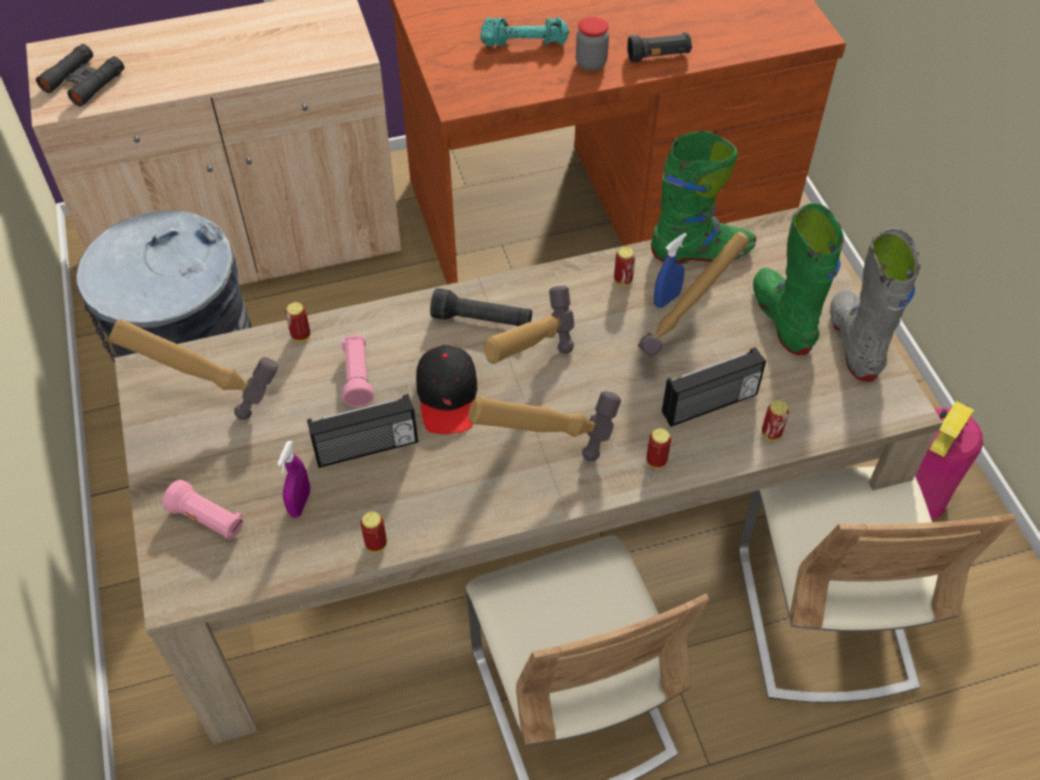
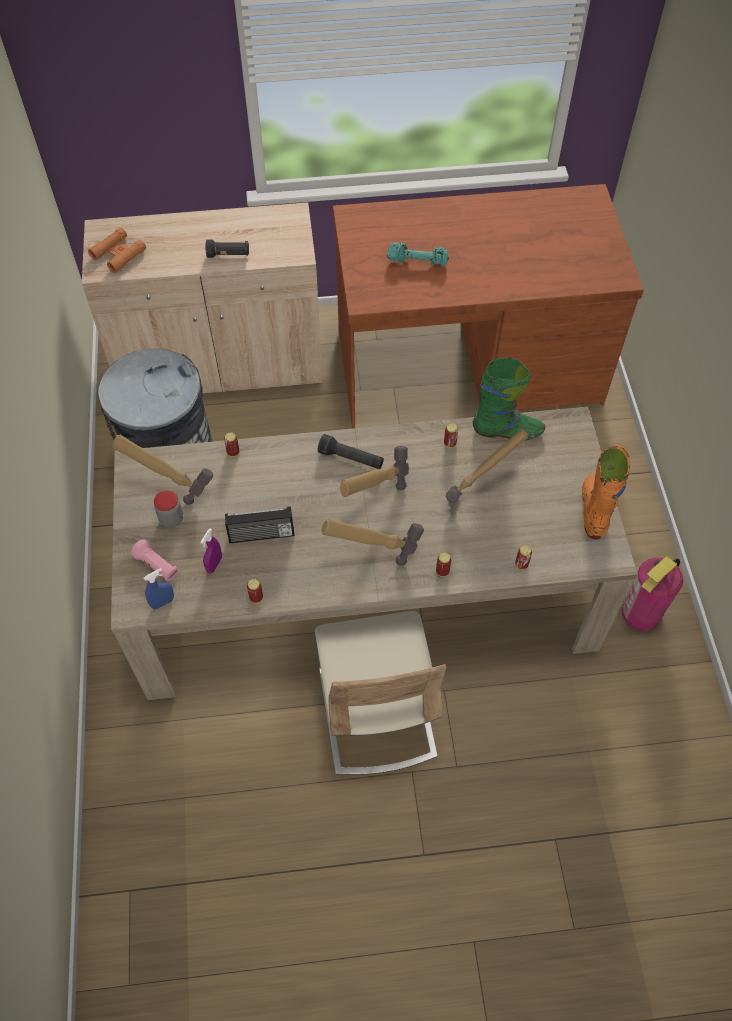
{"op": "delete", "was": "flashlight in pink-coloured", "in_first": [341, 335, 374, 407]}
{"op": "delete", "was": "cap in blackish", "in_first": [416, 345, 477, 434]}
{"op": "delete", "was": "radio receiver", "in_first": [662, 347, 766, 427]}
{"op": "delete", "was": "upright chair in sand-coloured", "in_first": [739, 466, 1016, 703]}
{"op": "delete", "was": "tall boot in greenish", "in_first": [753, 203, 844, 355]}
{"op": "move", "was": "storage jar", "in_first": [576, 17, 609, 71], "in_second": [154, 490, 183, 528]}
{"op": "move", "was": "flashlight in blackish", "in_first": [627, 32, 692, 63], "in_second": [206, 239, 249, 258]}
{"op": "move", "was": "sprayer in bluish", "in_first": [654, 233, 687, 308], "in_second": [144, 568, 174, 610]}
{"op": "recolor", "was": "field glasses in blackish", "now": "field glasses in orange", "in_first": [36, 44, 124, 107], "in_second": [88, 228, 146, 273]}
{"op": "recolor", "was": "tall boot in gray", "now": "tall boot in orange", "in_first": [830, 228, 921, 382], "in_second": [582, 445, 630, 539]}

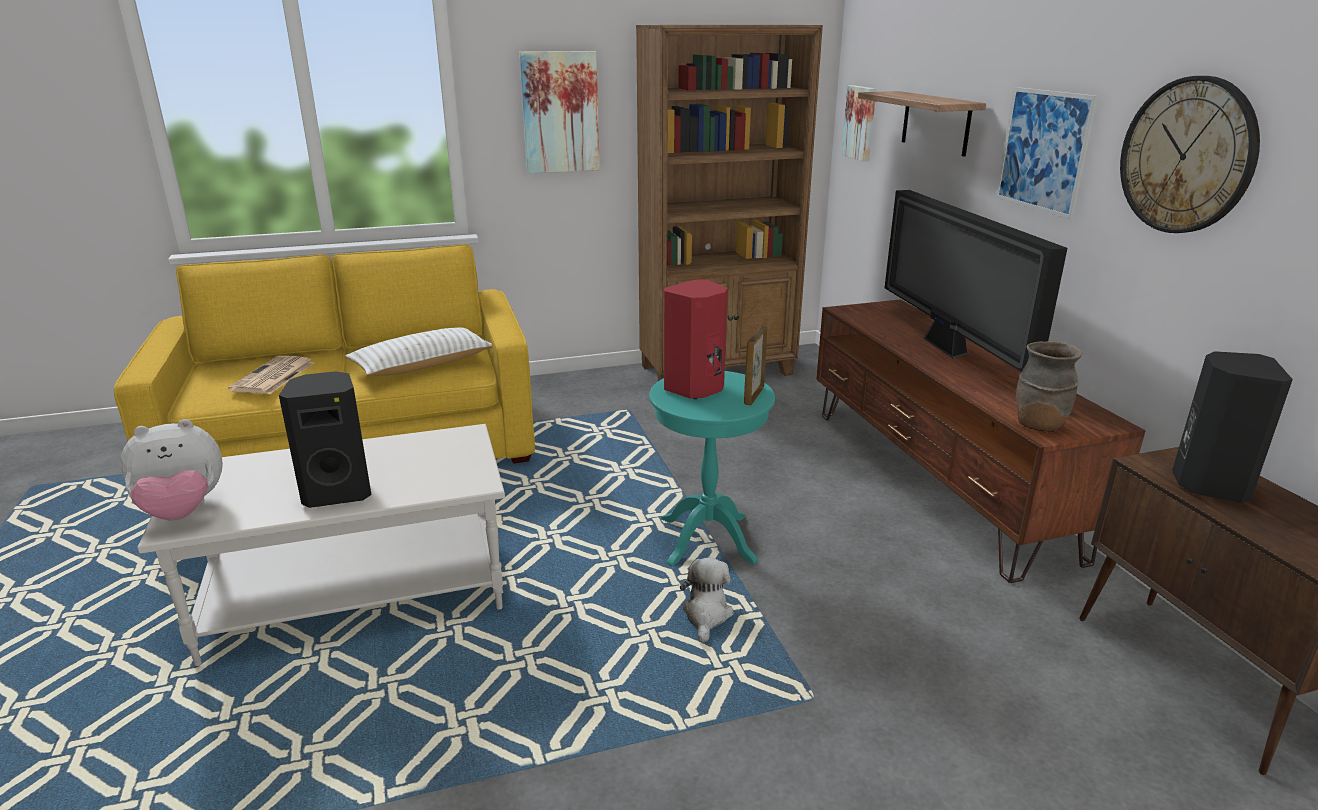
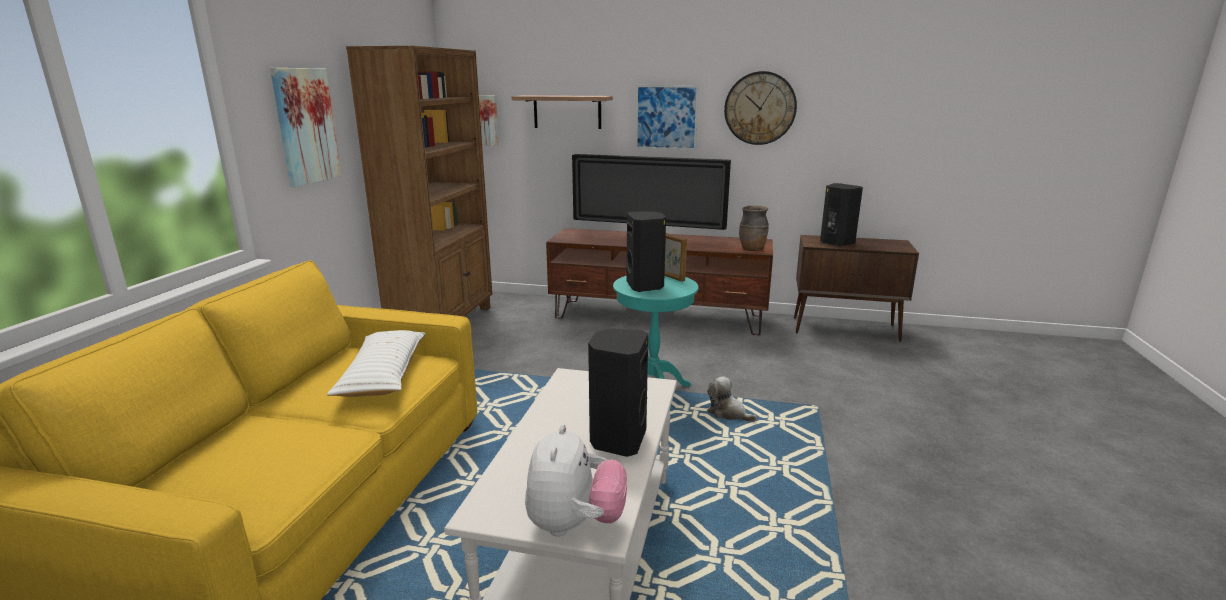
{"op": "delete", "was": "newspaper", "in_first": [228, 356, 315, 394]}
{"op": "recolor", "was": "audio speaker in reddish", "now": "audio speaker in blackish", "in_first": [664, 279, 728, 399], "in_second": [627, 211, 666, 292]}

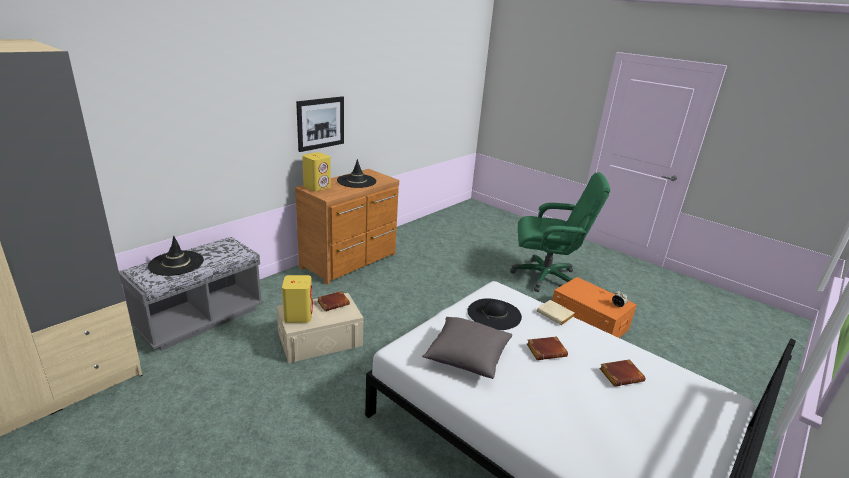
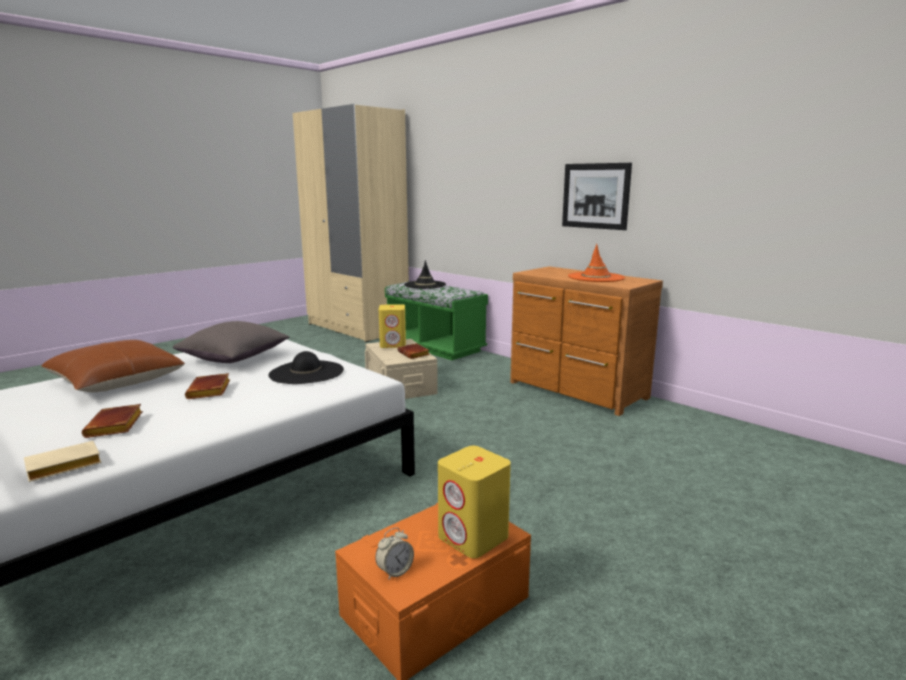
{"op": "delete", "was": "computer chair in greenish", "in_first": [510, 172, 610, 292]}
{"op": "insert", "now": "throw pillow in brownish", "in_second": [42, 340, 185, 392]}
{"op": "move", "was": "audio speaker in yellow-coloured", "in_first": [302, 152, 331, 191], "in_second": [438, 446, 511, 558]}
{"op": "move", "was": "volume in sand-coloured", "in_first": [537, 300, 574, 325], "in_second": [24, 441, 102, 482]}
{"op": "recolor", "was": "indoor bench in gray", "now": "indoor bench in greenish", "in_first": [119, 237, 264, 351], "in_second": [385, 282, 488, 360]}
{"op": "recolor", "was": "clothing hat in blackish", "now": "clothing hat in orange", "in_first": [337, 159, 376, 188], "in_second": [568, 244, 625, 282]}

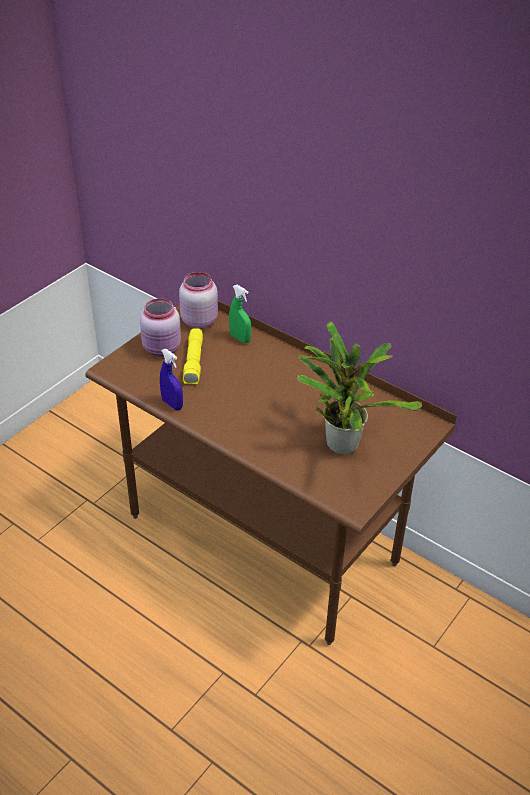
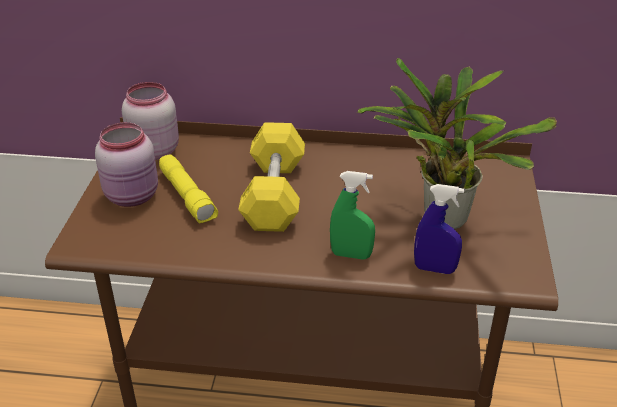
{"op": "insert", "now": "free weight in yellow-coloured", "in_second": [238, 122, 305, 232]}
{"op": "move", "was": "sprayer in bluish", "in_first": [160, 349, 183, 410], "in_second": [414, 184, 464, 274]}
{"op": "move", "was": "sprayer in greenish", "in_first": [229, 285, 251, 343], "in_second": [330, 171, 375, 259]}

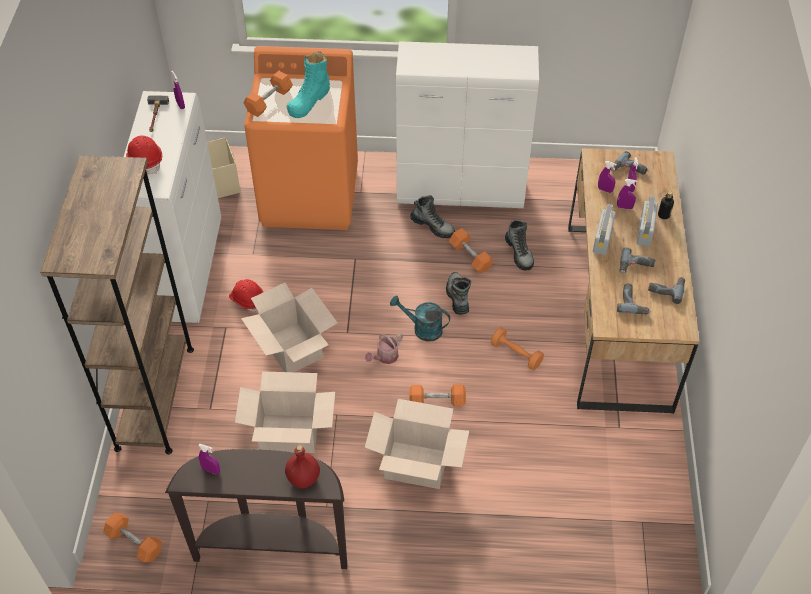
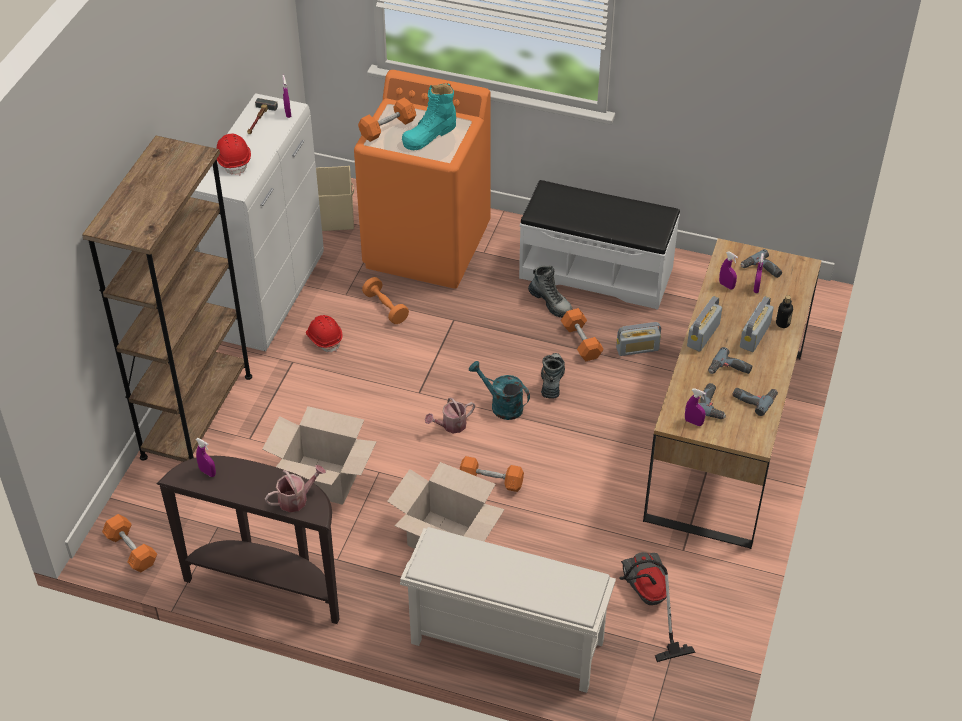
{"op": "delete", "was": "carton", "in_first": [241, 283, 338, 372]}
{"op": "insert", "now": "shoe stand in whitish", "in_second": [400, 527, 616, 693]}
{"op": "insert", "now": "vacuum cleaner", "in_second": [620, 552, 696, 662]}
{"op": "move", "was": "free weight in orange", "in_first": [491, 327, 544, 370], "in_second": [362, 277, 409, 324]}
{"op": "move", "was": "sprayer in purple", "in_first": [617, 179, 638, 209], "in_second": [685, 388, 706, 426]}
{"op": "replace", "was": "bottle in reddish", "now": "watering can", "in_first": [285, 445, 320, 488], "in_second": [265, 465, 326, 512]}
{"op": "replace", "was": "cabinet in whitish", "now": "indoor bench in whitish", "in_first": [396, 41, 539, 208], "in_second": [519, 180, 680, 310]}
{"op": "replace", "was": "tall boot", "now": "radio receiver", "in_first": [505, 220, 534, 270], "in_second": [616, 322, 661, 356]}

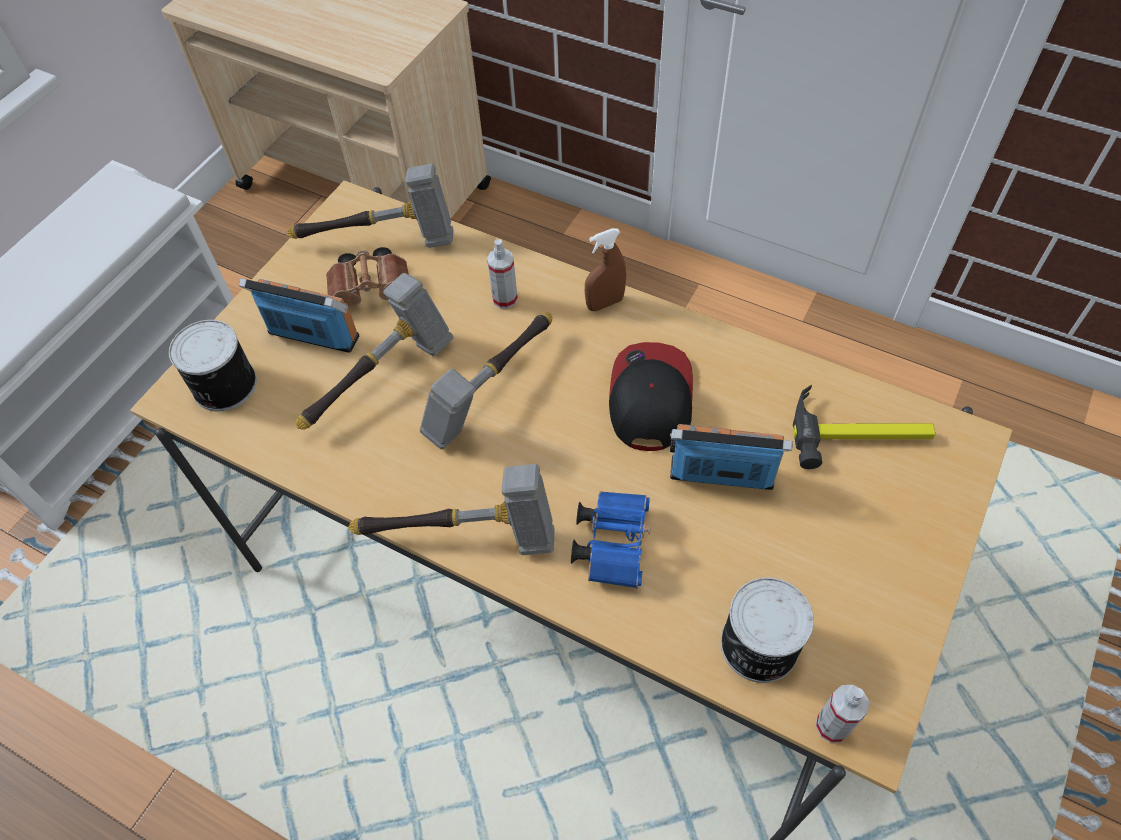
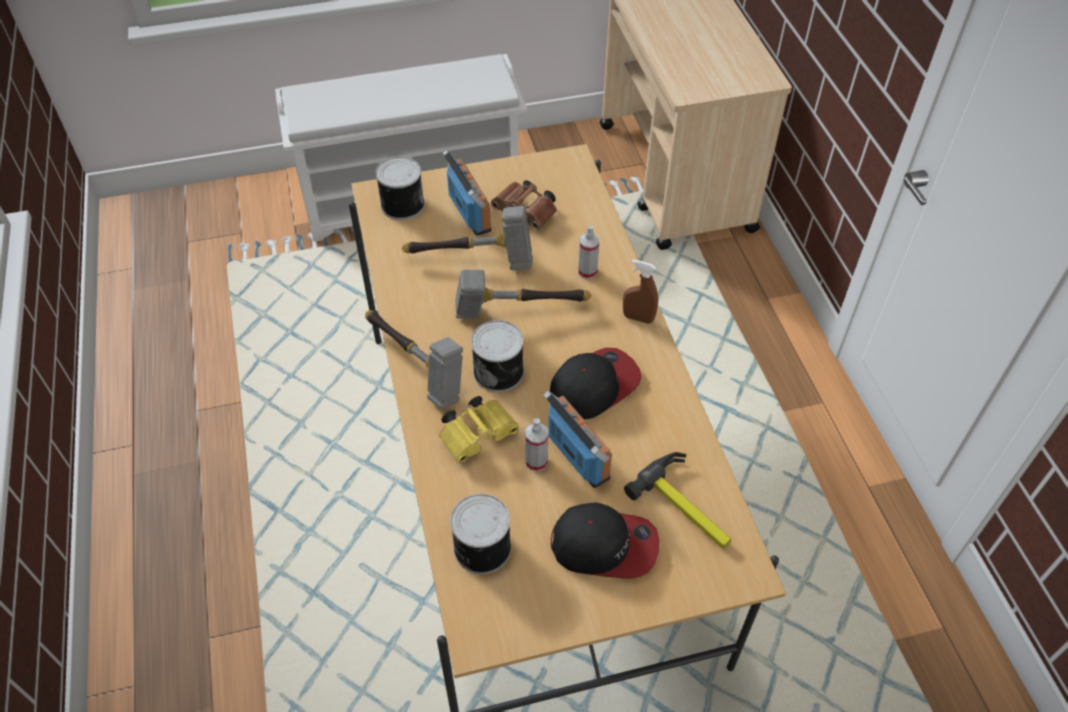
{"op": "delete", "was": "hammer", "in_first": [287, 164, 454, 248]}
{"op": "insert", "now": "metal can", "in_second": [471, 320, 524, 392]}
{"op": "insert", "now": "cap", "in_second": [551, 502, 659, 578]}
{"op": "move", "was": "sprayer", "in_first": [815, 685, 869, 743], "in_second": [525, 418, 548, 472]}
{"op": "recolor", "was": "field glasses in bluish", "now": "field glasses in yellow-coloured", "in_first": [571, 491, 651, 588], "in_second": [439, 396, 519, 463]}

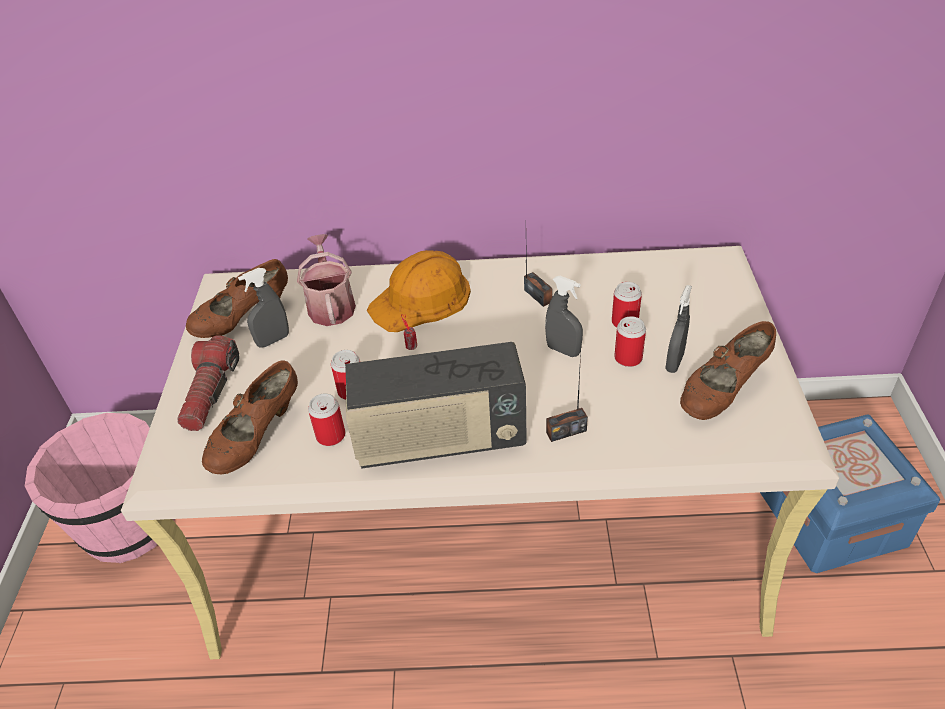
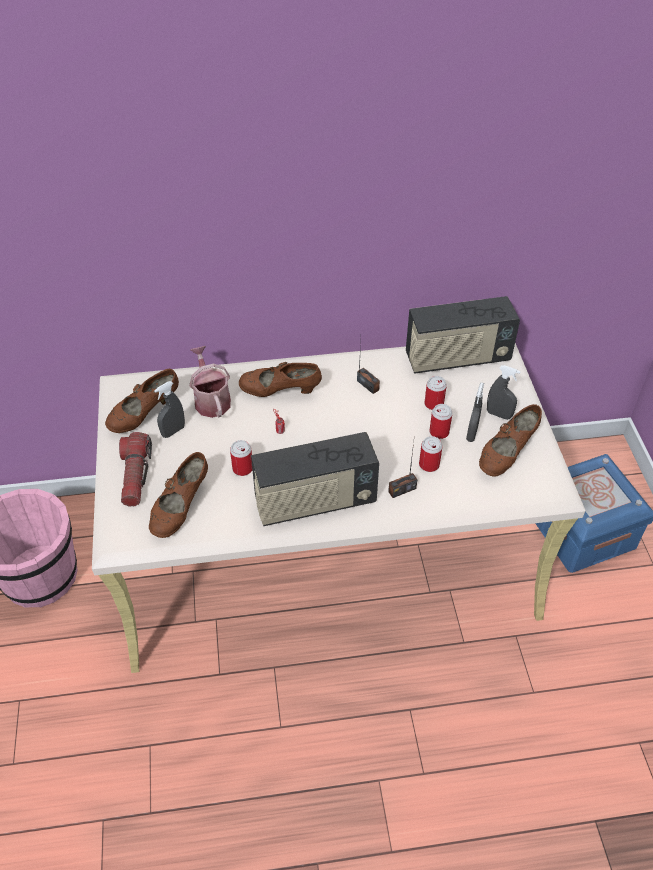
{"op": "insert", "now": "radio receiver", "in_second": [406, 296, 520, 374]}
{"op": "move", "was": "metal can", "in_first": [308, 394, 345, 446], "in_second": [419, 436, 442, 472]}
{"op": "move", "was": "sprayer in gray", "in_first": [545, 276, 583, 357], "in_second": [487, 365, 521, 420]}
{"op": "replace", "was": "hard hat in orange", "now": "shoe in brownish", "in_first": [367, 250, 471, 332], "in_second": [239, 362, 322, 397]}

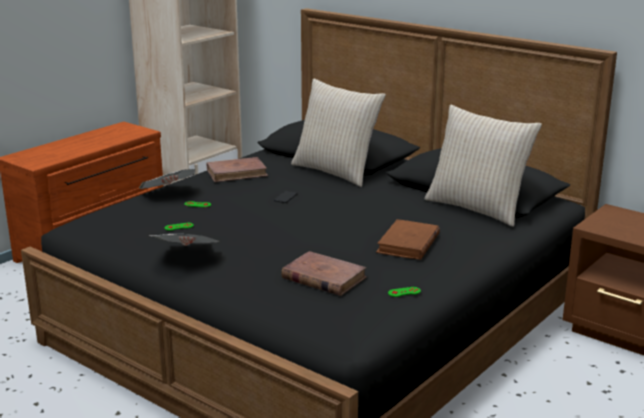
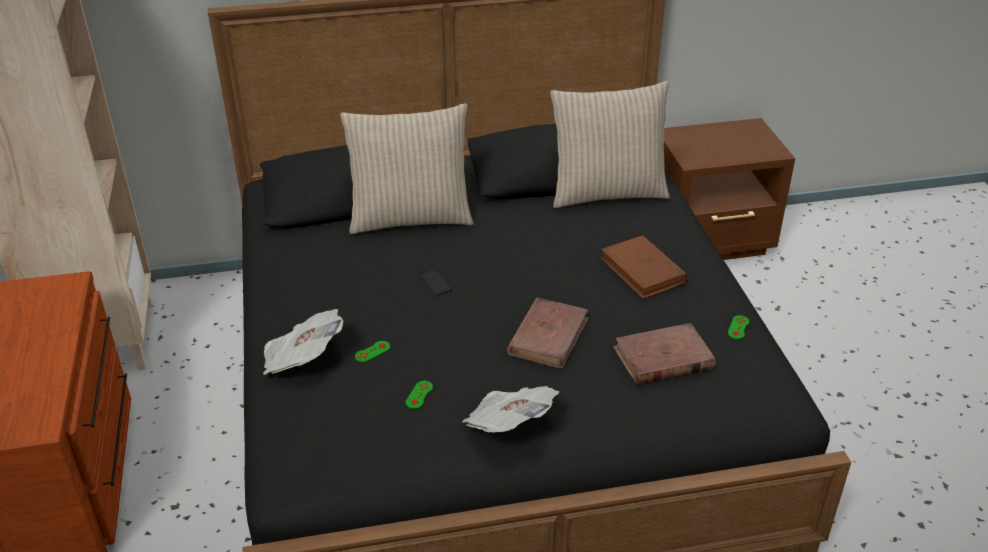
{"op": "move", "was": "volume in brownish", "in_first": [207, 157, 268, 182], "in_second": [507, 297, 589, 369]}

